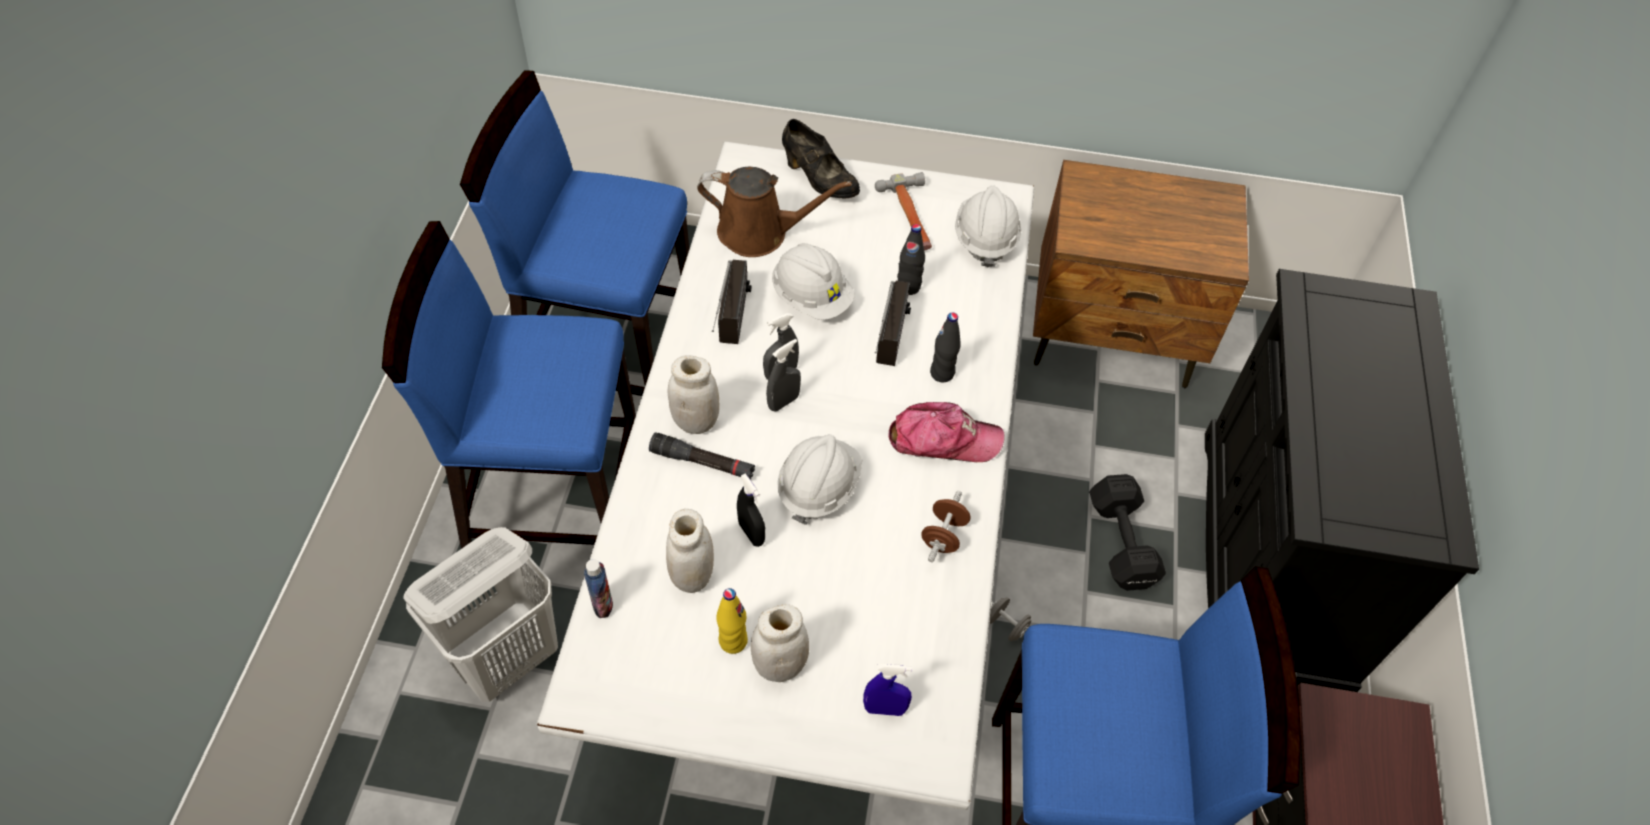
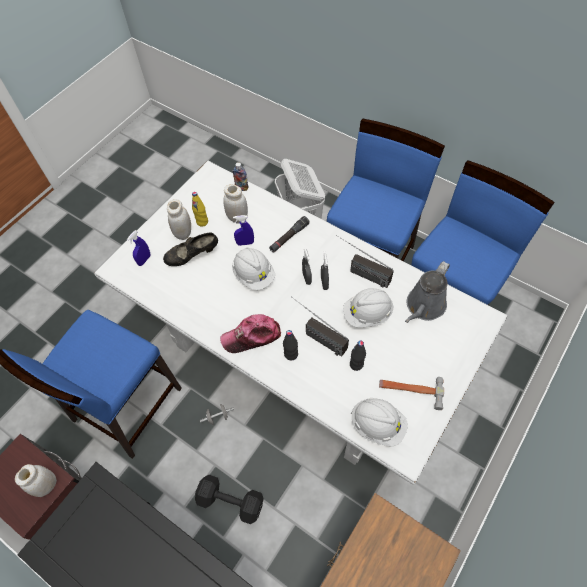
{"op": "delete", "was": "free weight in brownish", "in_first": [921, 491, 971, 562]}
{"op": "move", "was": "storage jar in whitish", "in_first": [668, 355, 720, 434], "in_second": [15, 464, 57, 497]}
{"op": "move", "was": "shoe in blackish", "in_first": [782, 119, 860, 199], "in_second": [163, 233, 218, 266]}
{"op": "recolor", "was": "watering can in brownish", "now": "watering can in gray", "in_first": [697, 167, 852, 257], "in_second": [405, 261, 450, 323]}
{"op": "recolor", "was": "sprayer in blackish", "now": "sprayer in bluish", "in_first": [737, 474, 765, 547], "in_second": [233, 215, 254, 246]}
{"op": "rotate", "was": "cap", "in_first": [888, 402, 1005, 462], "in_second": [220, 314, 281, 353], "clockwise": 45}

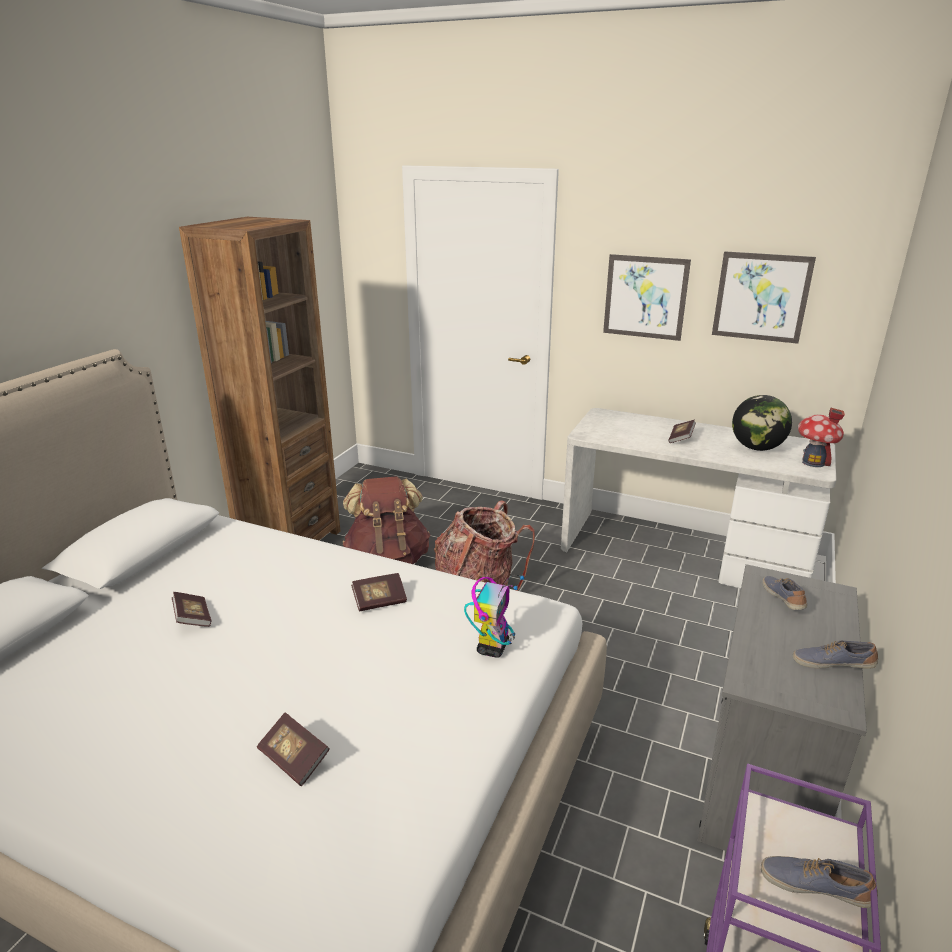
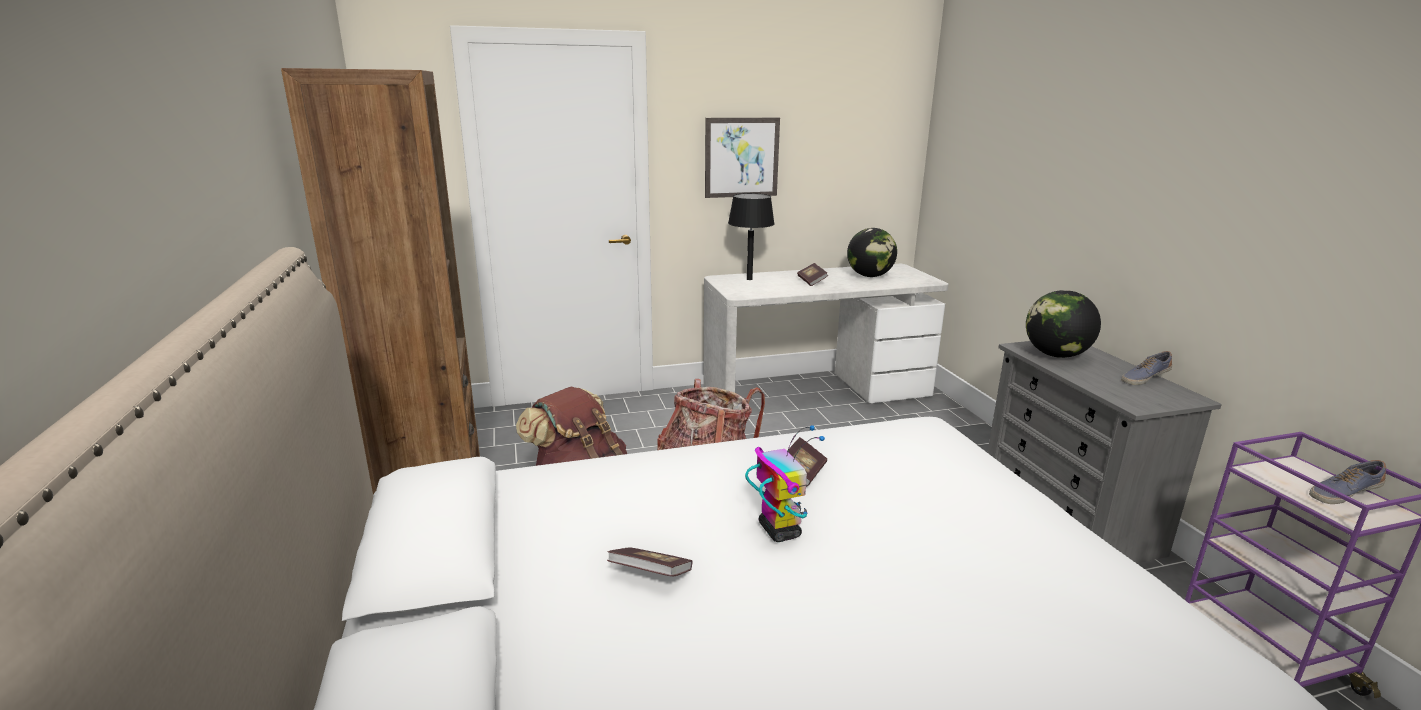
{"op": "delete", "was": "volume", "in_first": [257, 712, 330, 786]}
{"op": "delete", "was": "wall art", "in_first": [712, 251, 816, 344]}
{"op": "delete", "was": "miniature house", "in_first": [798, 407, 845, 467]}
{"op": "insert", "now": "table lamp in blackish", "in_second": [728, 193, 775, 280]}
{"op": "move", "was": "model robot", "in_first": [464, 575, 524, 657], "in_second": [745, 425, 825, 542]}
{"op": "replace", "was": "shoe", "now": "globe", "in_first": [762, 576, 807, 610], "in_second": [1026, 290, 1101, 358]}

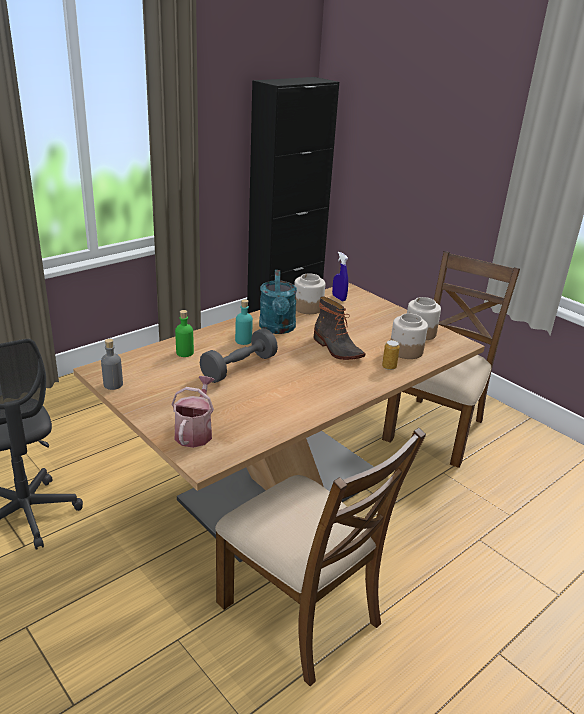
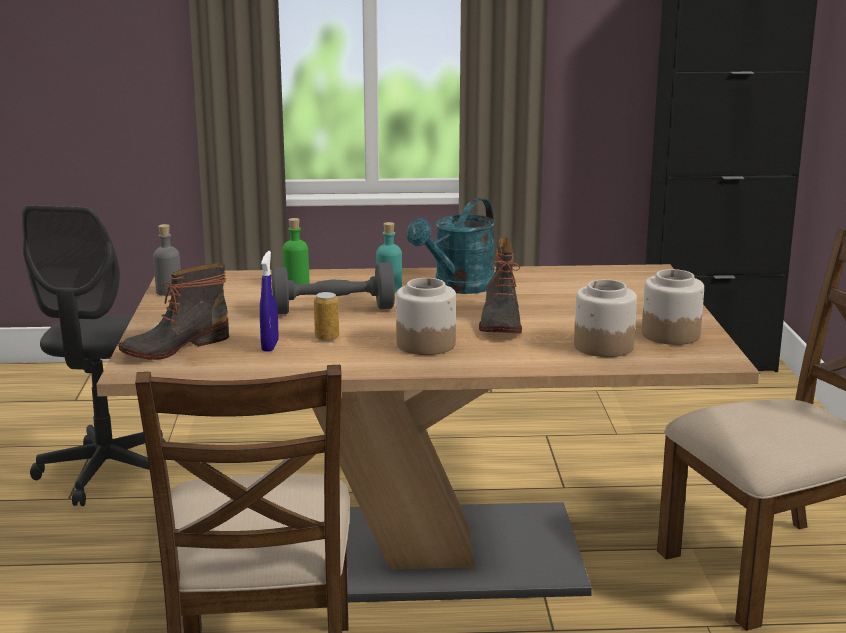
{"op": "move", "was": "storage jar", "in_first": [294, 274, 325, 314], "in_second": [396, 278, 456, 355]}
{"op": "move", "was": "sprayer in bluish", "in_first": [332, 252, 348, 301], "in_second": [260, 251, 278, 352]}
{"op": "move", "was": "metal can", "in_first": [382, 340, 400, 370], "in_second": [314, 292, 339, 342]}
{"op": "replace", "was": "watering can", "now": "tall boot", "in_first": [171, 376, 215, 448], "in_second": [119, 263, 229, 360]}

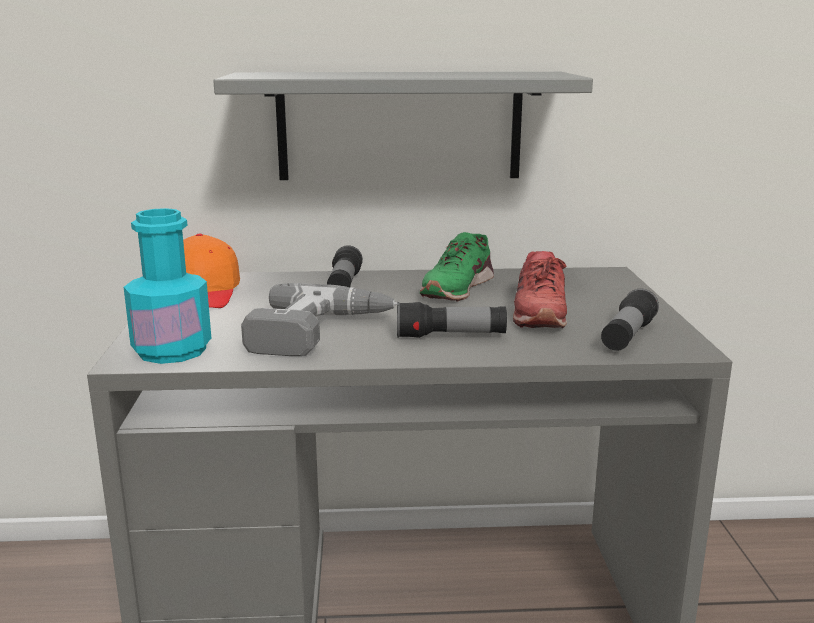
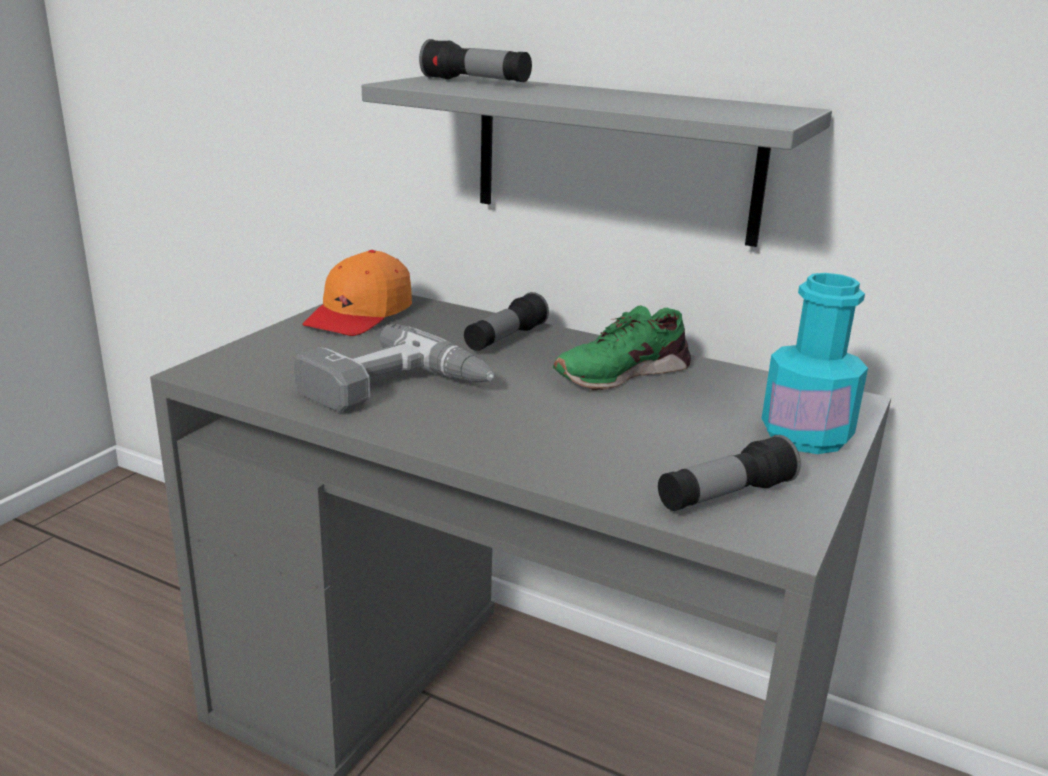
{"op": "delete", "was": "shoe in reddish", "in_first": [513, 251, 567, 328]}
{"op": "move", "was": "bottle in turquoise", "in_first": [124, 208, 211, 364], "in_second": [761, 273, 868, 454]}
{"op": "move", "was": "flashlight", "in_first": [397, 302, 507, 338], "in_second": [419, 39, 532, 82]}

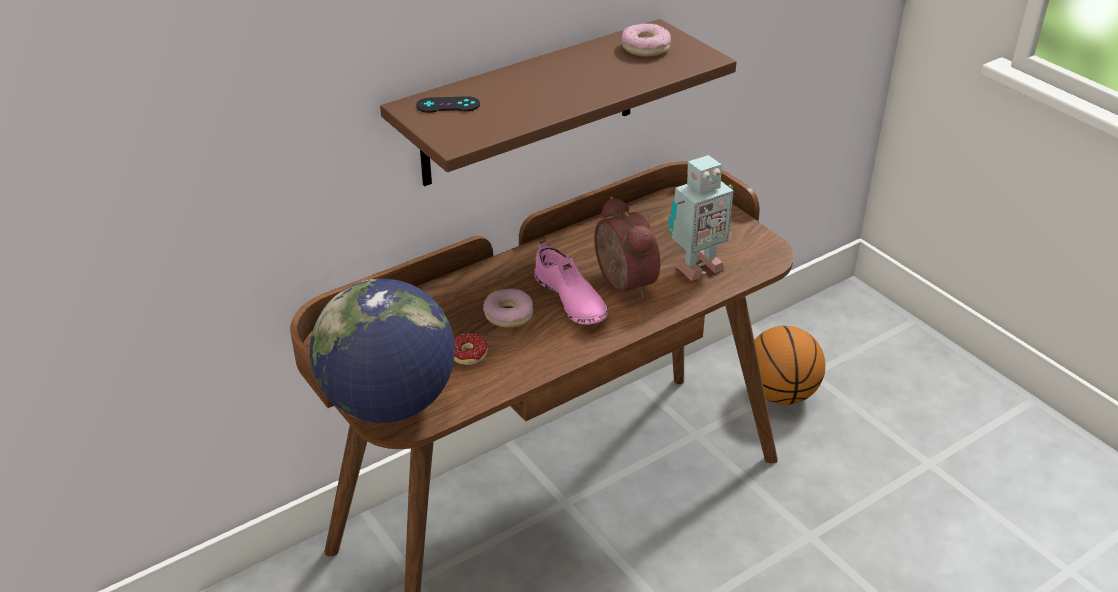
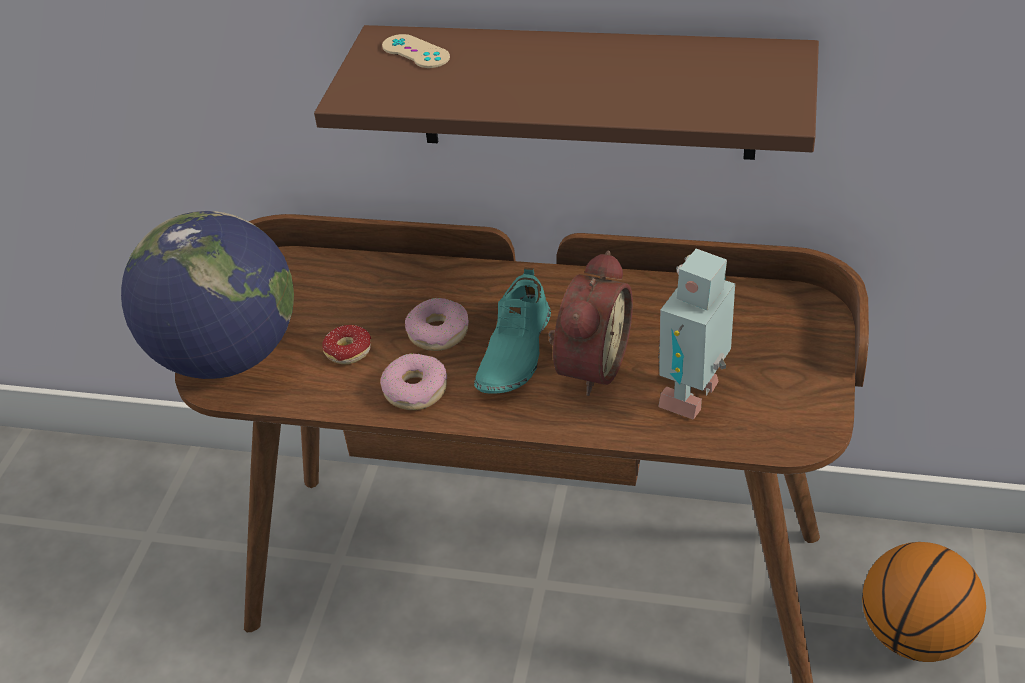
{"op": "move", "was": "doughnut", "in_first": [622, 23, 671, 56], "in_second": [380, 354, 447, 410]}
{"op": "recolor", "was": "gamepad in blackish", "now": "gamepad in sand-coloured", "in_first": [416, 96, 480, 113], "in_second": [382, 34, 450, 68]}
{"op": "recolor", "was": "shoe in pink-coloured", "now": "shoe in turquoise", "in_first": [534, 240, 608, 325], "in_second": [474, 268, 551, 394]}
{"op": "rotate", "was": "model robot", "in_first": [668, 155, 733, 281], "in_second": [658, 249, 735, 420], "clockwise": 105}

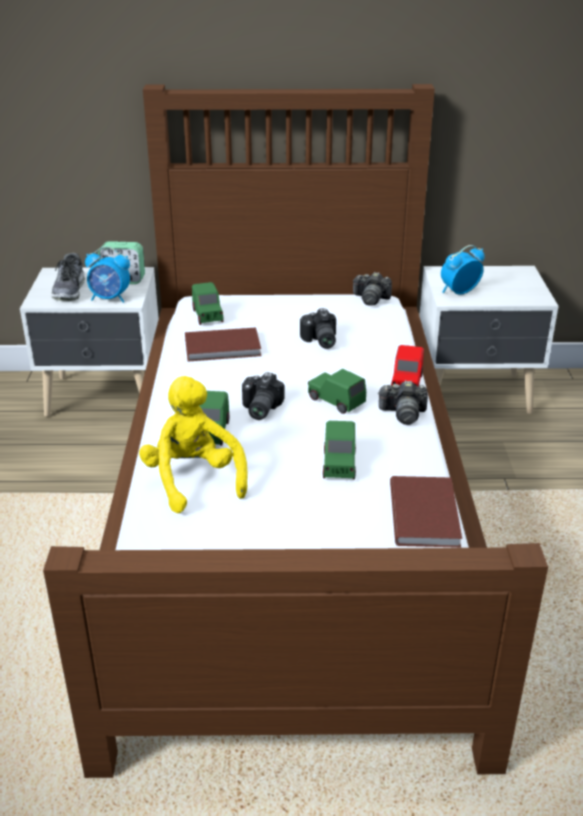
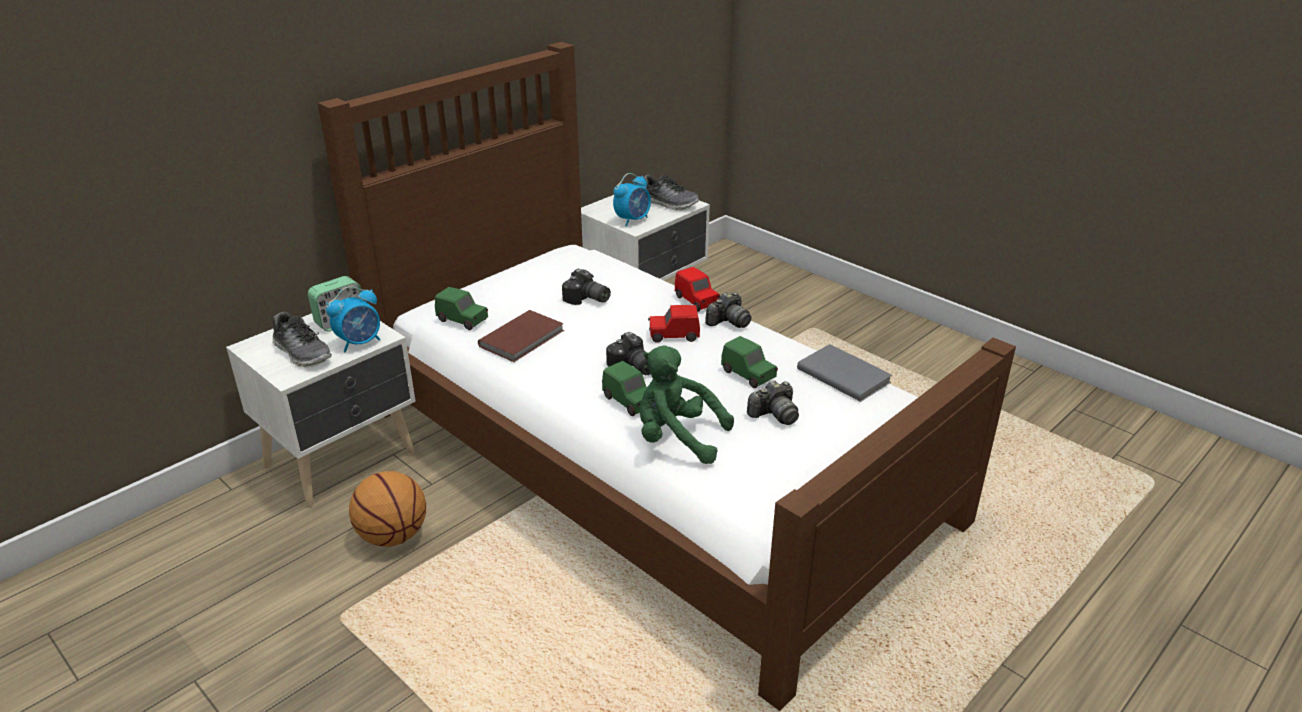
{"op": "insert", "now": "basketball ball", "in_second": [349, 471, 426, 547]}
{"op": "insert", "now": "shoe", "in_second": [644, 174, 699, 211]}
{"op": "move", "was": "photo camera", "in_first": [352, 272, 392, 306], "in_second": [747, 380, 799, 425]}
{"op": "recolor", "was": "plush toy in yellow-coloured", "now": "plush toy in greenish", "in_first": [139, 376, 248, 513], "in_second": [640, 345, 734, 464]}
{"op": "recolor", "was": "miniature car in greenish", "now": "miniature car in reddish", "in_first": [308, 369, 366, 414], "in_second": [648, 305, 700, 343]}
{"op": "recolor", "was": "volume in brownish", "now": "volume in gray", "in_first": [390, 476, 462, 548], "in_second": [797, 344, 892, 402]}
{"op": "rotate", "was": "bedside clock", "in_first": [441, 245, 485, 295], "in_second": [613, 173, 651, 227], "clockwise": -150}

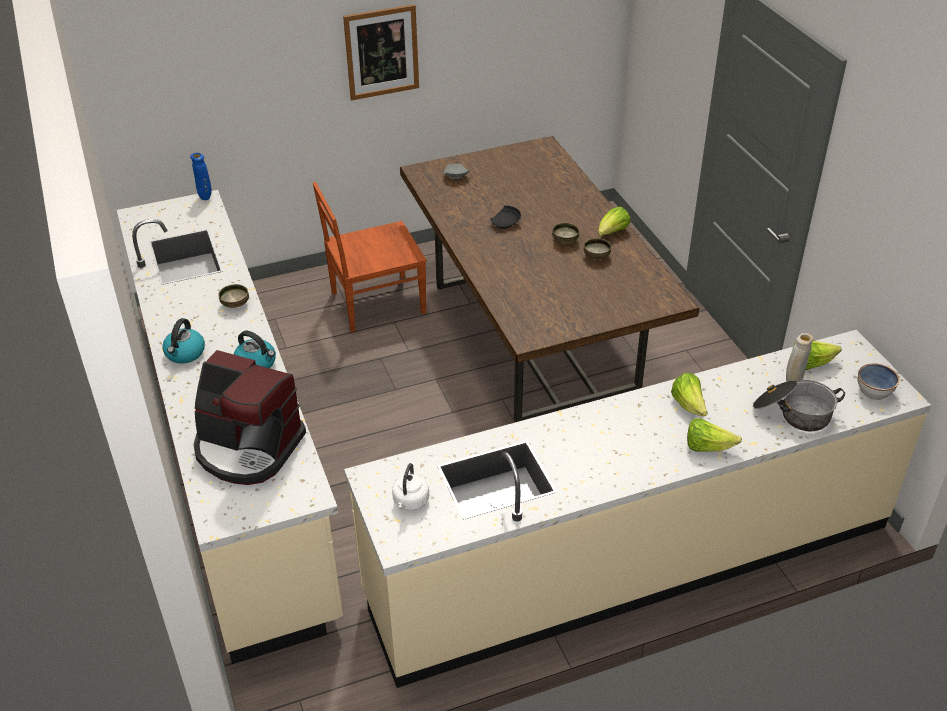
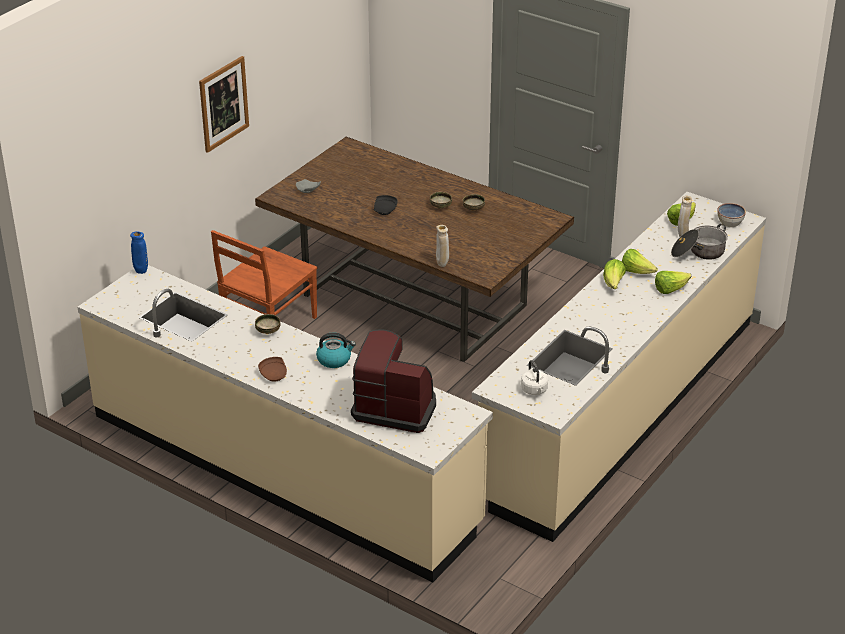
{"op": "insert", "now": "flower vase in sand-coloured", "in_second": [436, 225, 449, 267]}
{"op": "move", "was": "head of lettuce", "in_first": [598, 207, 631, 236], "in_second": [603, 259, 626, 289]}
{"op": "replace", "was": "kettle", "now": "flat dish in brownish", "in_first": [162, 318, 205, 364], "in_second": [258, 357, 287, 382]}
{"op": "rotate", "was": "coffee maker", "in_first": [193, 350, 306, 485], "in_second": [351, 329, 436, 433], "clockwise": -150}

